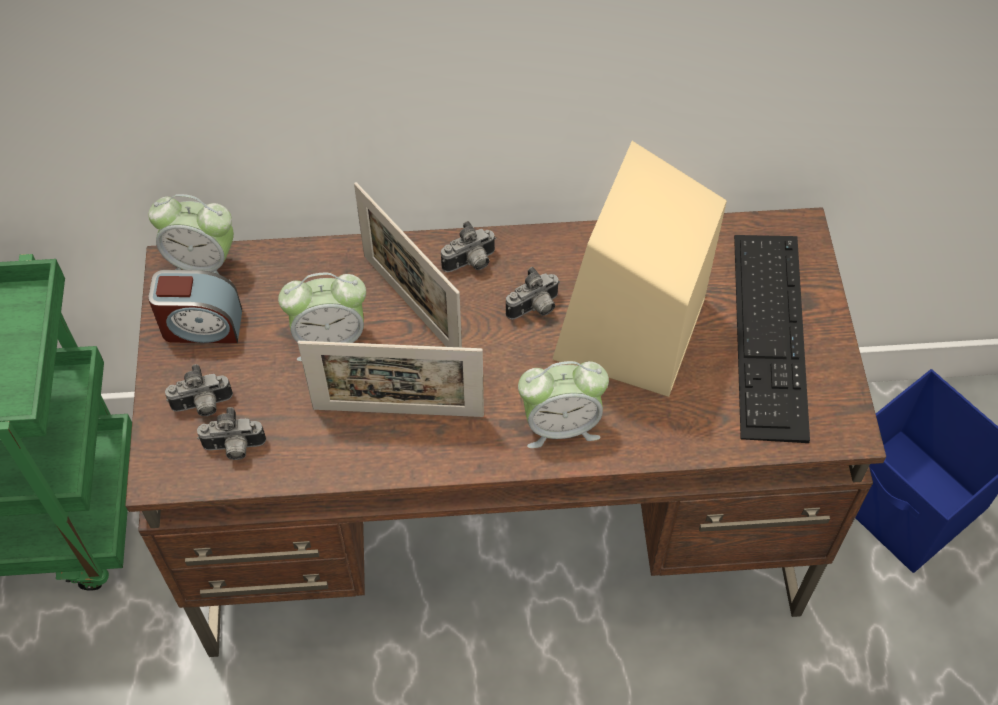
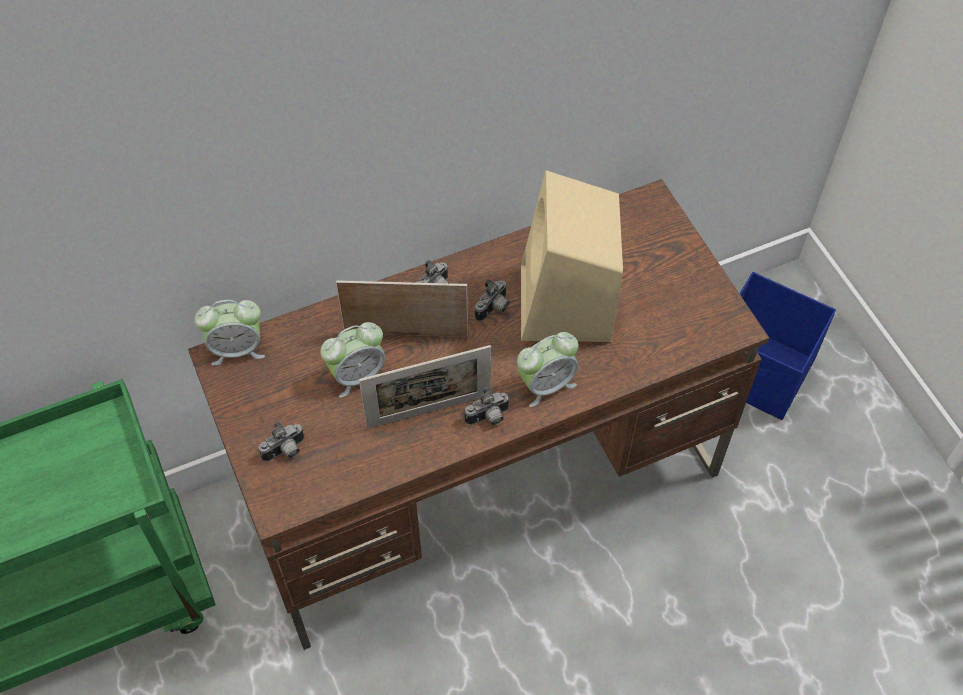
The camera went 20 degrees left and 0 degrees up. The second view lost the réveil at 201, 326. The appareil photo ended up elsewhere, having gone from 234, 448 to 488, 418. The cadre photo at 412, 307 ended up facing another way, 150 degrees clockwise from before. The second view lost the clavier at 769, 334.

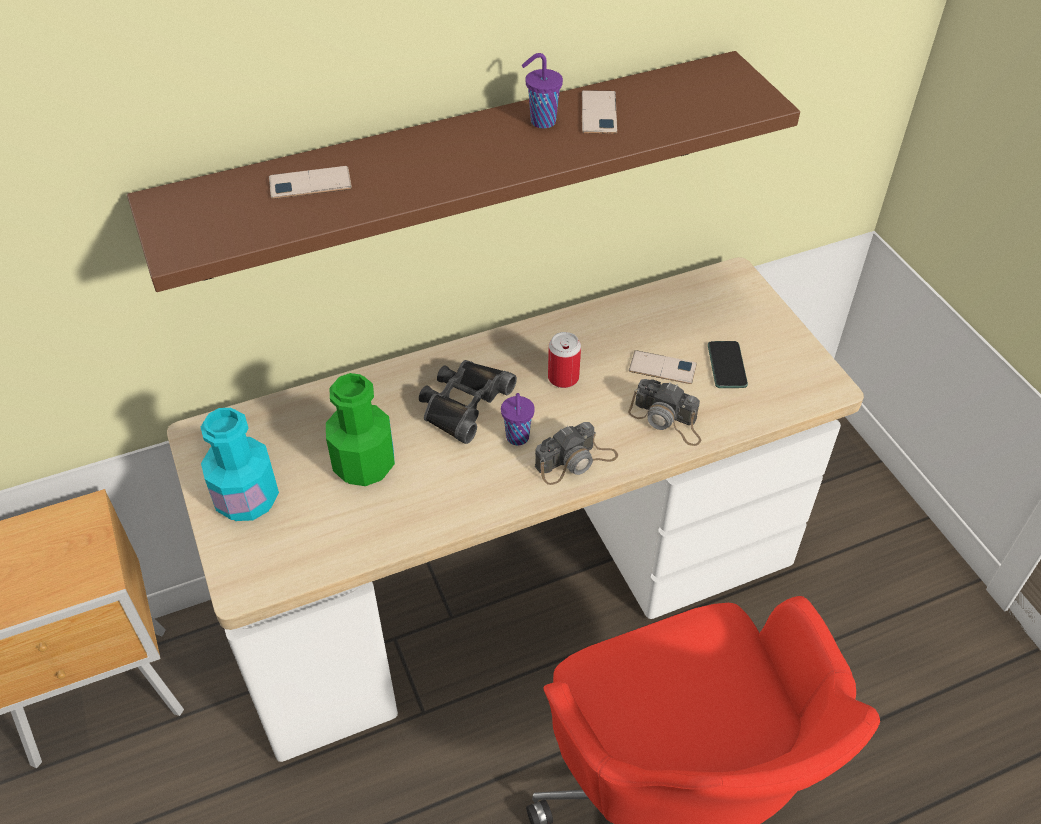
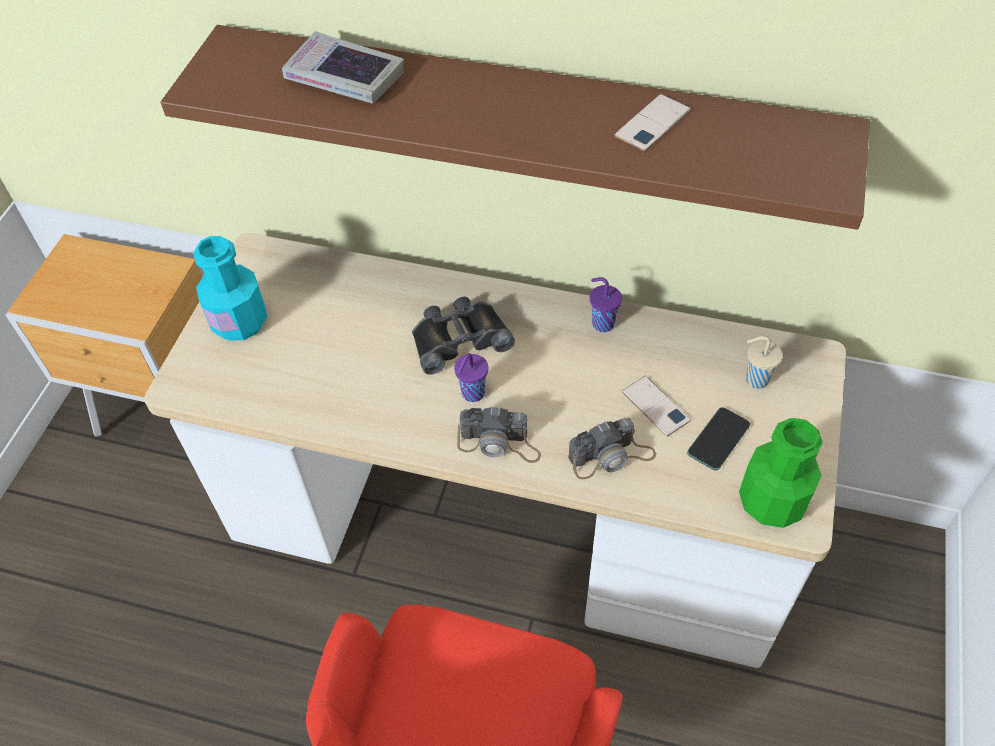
The camera went 40 degrees right and 5 degrees up. Where the téléphone stood at 310, 183, the livre came to stand at 344, 77. The bouteille (vert) ended up elsewhere, having gone from 364, 464 to 772, 501. The tasse (violet) ended up elsewhere, having gone from 541, 121 to 602, 323. The second view lost the boîte métallique at 563, 378. The appareil photo at 667, 420 ended up facing another way, 90 degrees counterclockwise from before. The second view gained the tasse (beige) at 755, 379.

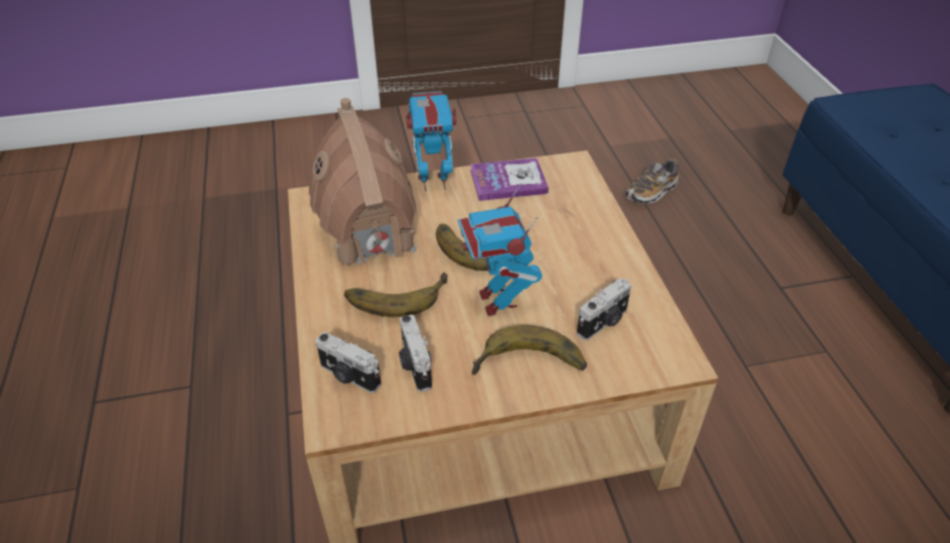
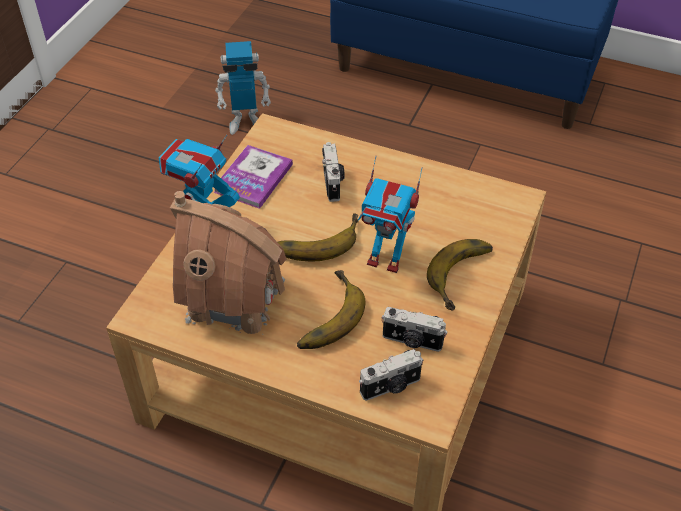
The camera went 55 degrees left and 5 degrees up. The appareil photo ended up elsewhere, having gone from 603, 323 to 333, 183. Where the chaussure stood at 651, 192, the robot jouet came to stand at 245, 121.

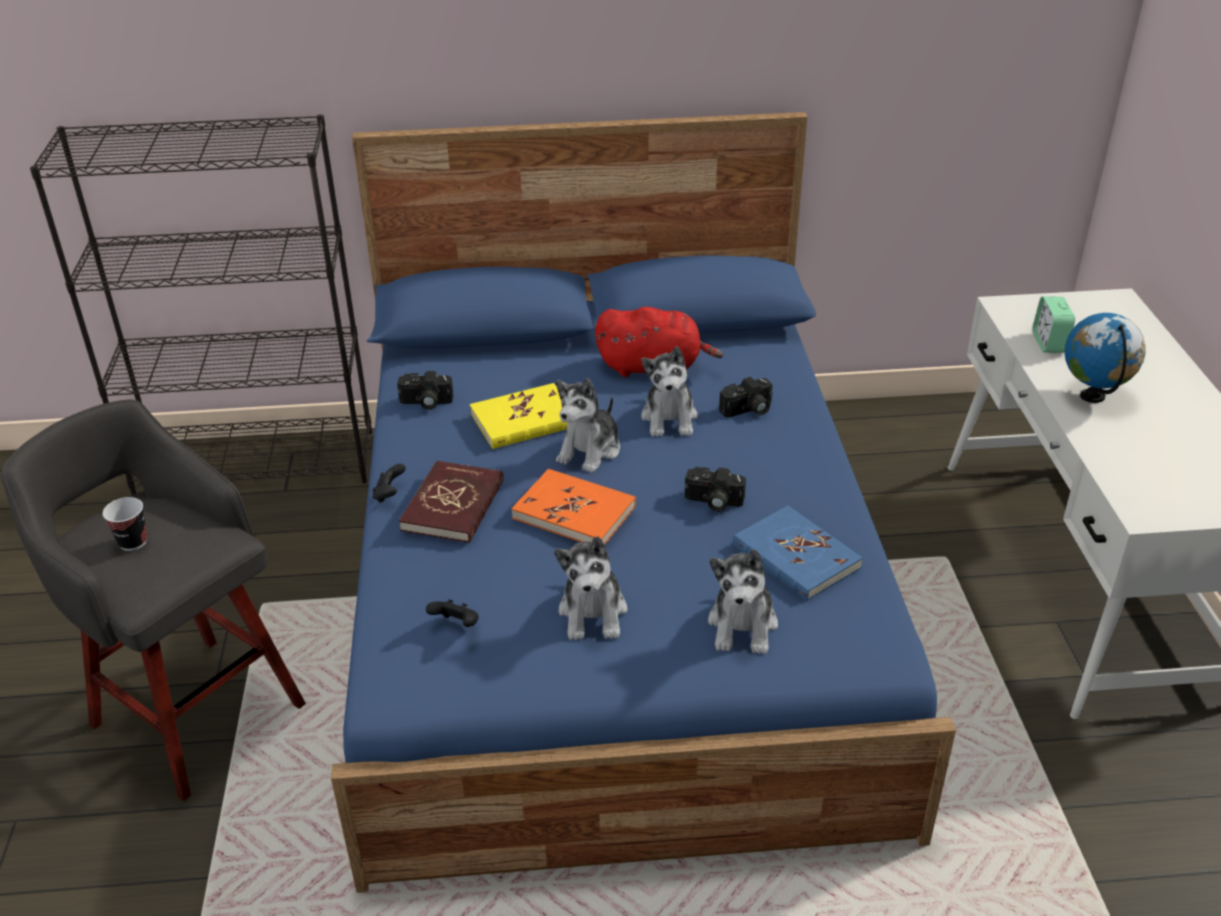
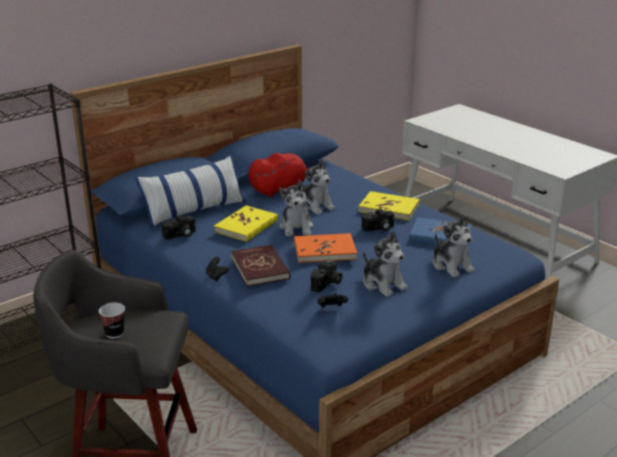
The camera went 35 degrees left and 10 degrees down. The appareil photo ended up elsewhere, having gone from 748, 410 to 327, 284. The second view lost the réveil at 1049, 343. The second view lost the globe at 1092, 397. The second view gained the coussin at 193, 211. The second view gained the livre (jaune) at 389, 208.

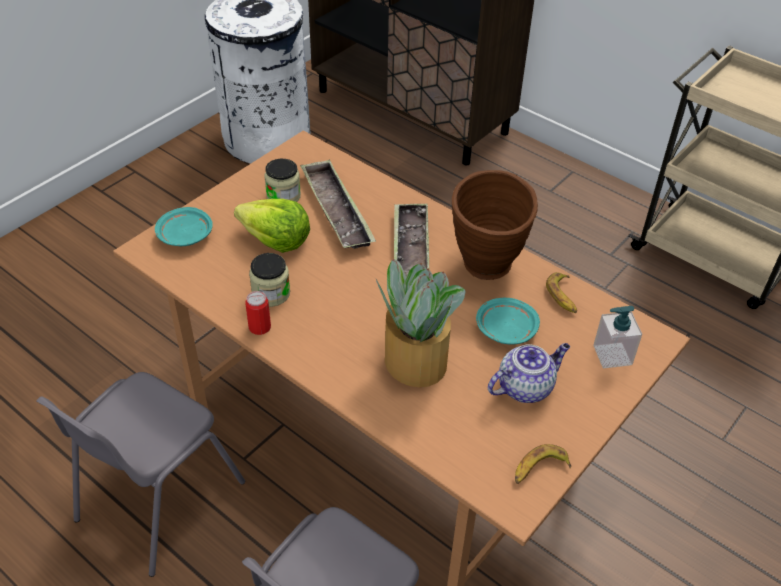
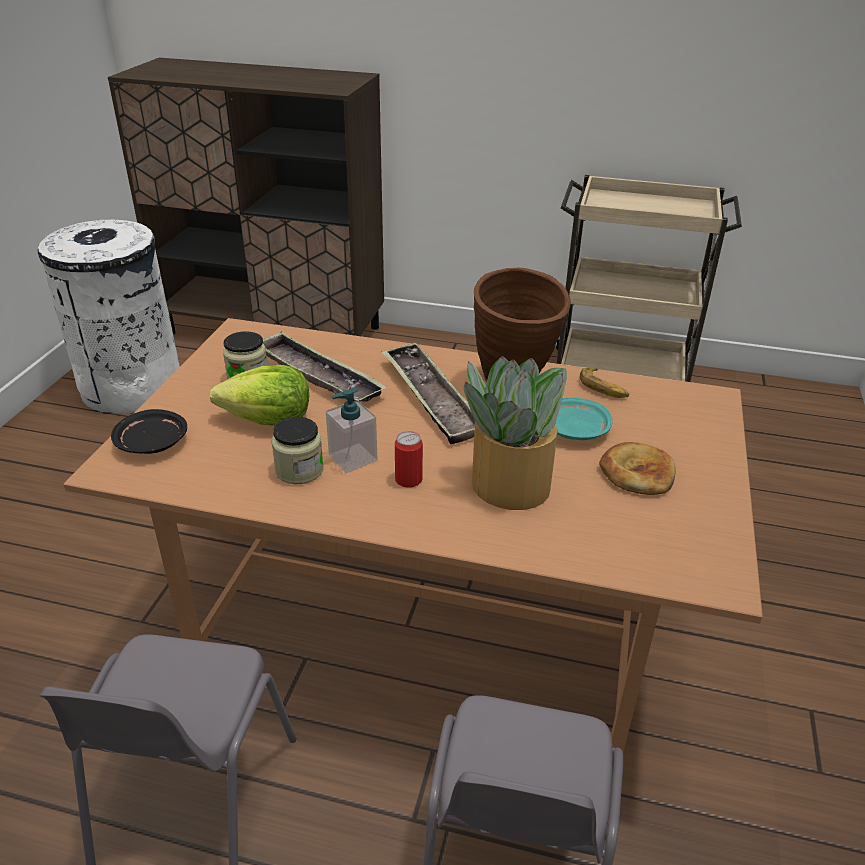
The camera went 25 degrees left and 10 degrees down. What was the assiette (turquoise) at 185, 235 turned into the assiette (noir) at 152, 443. The boîte métallique ended up elsewhere, having gone from 259, 327 to 408, 480. Where the théière stood at 525, 387, the pain came to stand at 637, 473. The second view lost the banane at 539, 469. The distributeur de savon ended up elsewhere, having gone from 612, 355 to 352, 458.

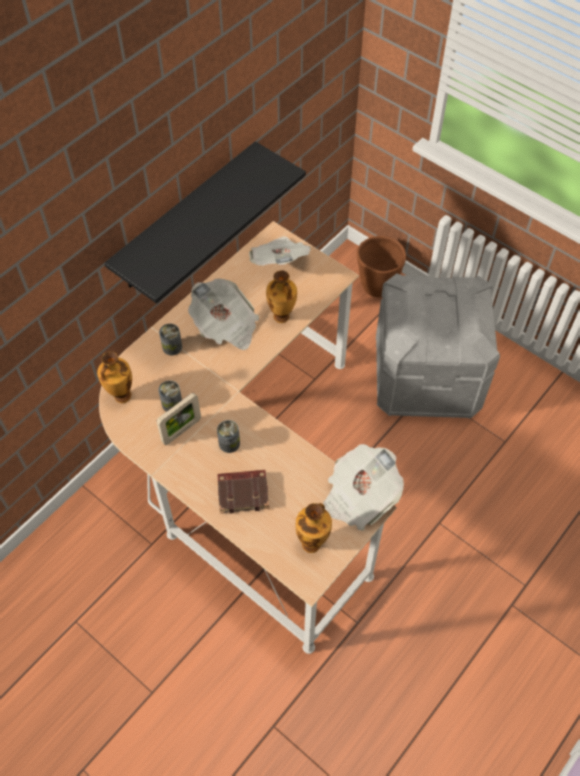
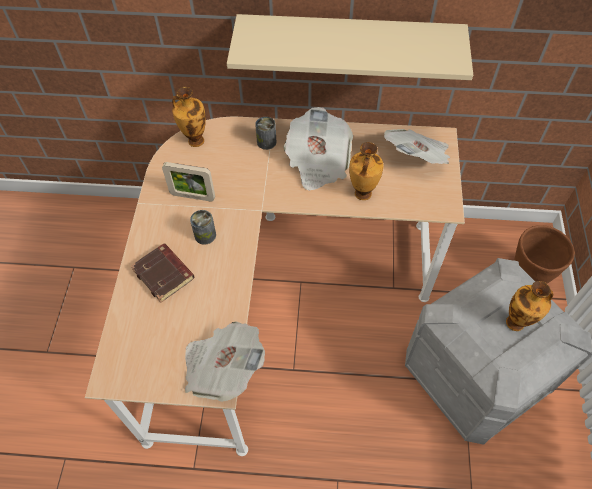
The camera went 55 degrees right and 0 degrees up. What was the étagère (noir) at 186, 218 turned into the étagère (beige) at 349, 43. The second view lost the boîte métallique at 172, 404. The vase ended up elsewhere, having gone from 312, 543 to 516, 323.

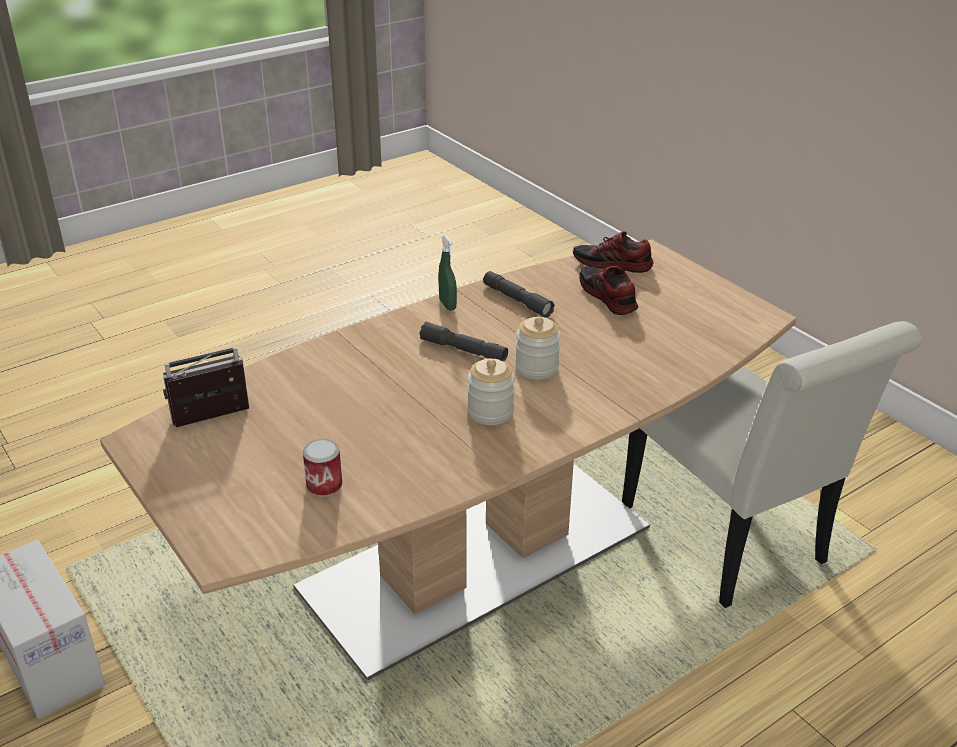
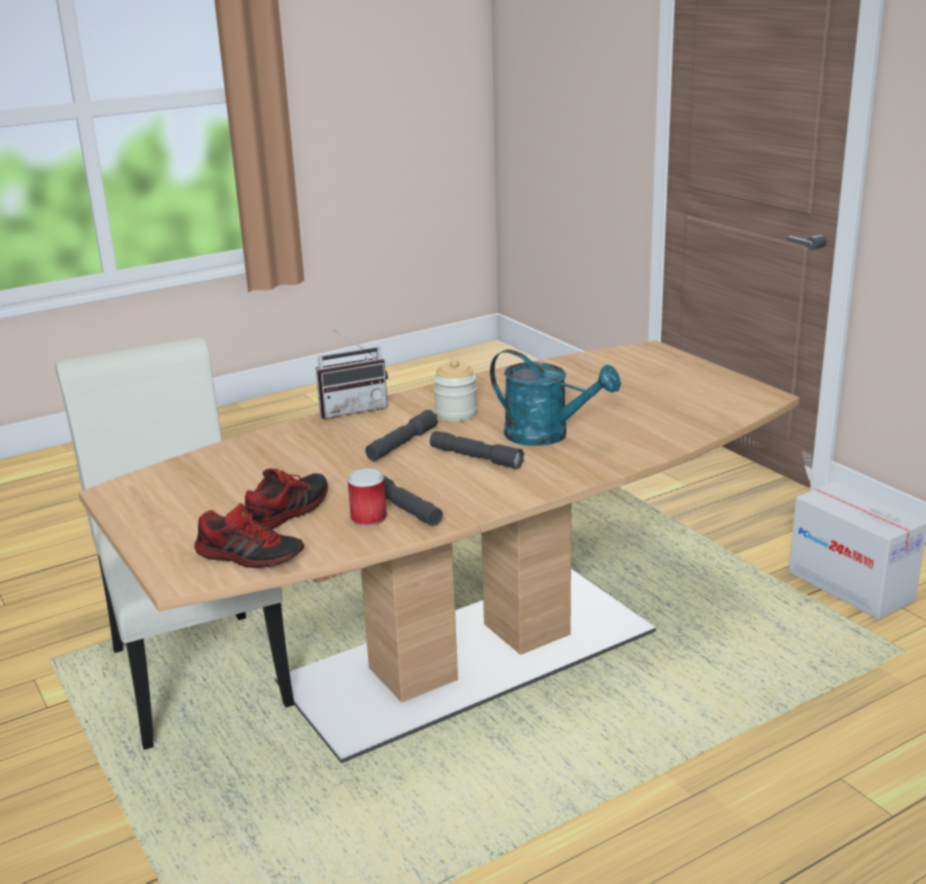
The camera went 175 degrees left and 10 degrees down. The radio ended up elsewhere, having gone from 212, 420 to 352, 409. The boîte métallique ended up elsewhere, having gone from 324, 486 to 368, 518. The second view lost the vaporisateur (vert) at 447, 305. Where the bocal stood at 536, 368, the lampe de poche (gris) came to stand at 402, 444. The chaussure at 606, 297 ended up facing another way, 120 degrees counterclockwise from before. The second view gained the arrosoir (turquoise) at 547, 436.

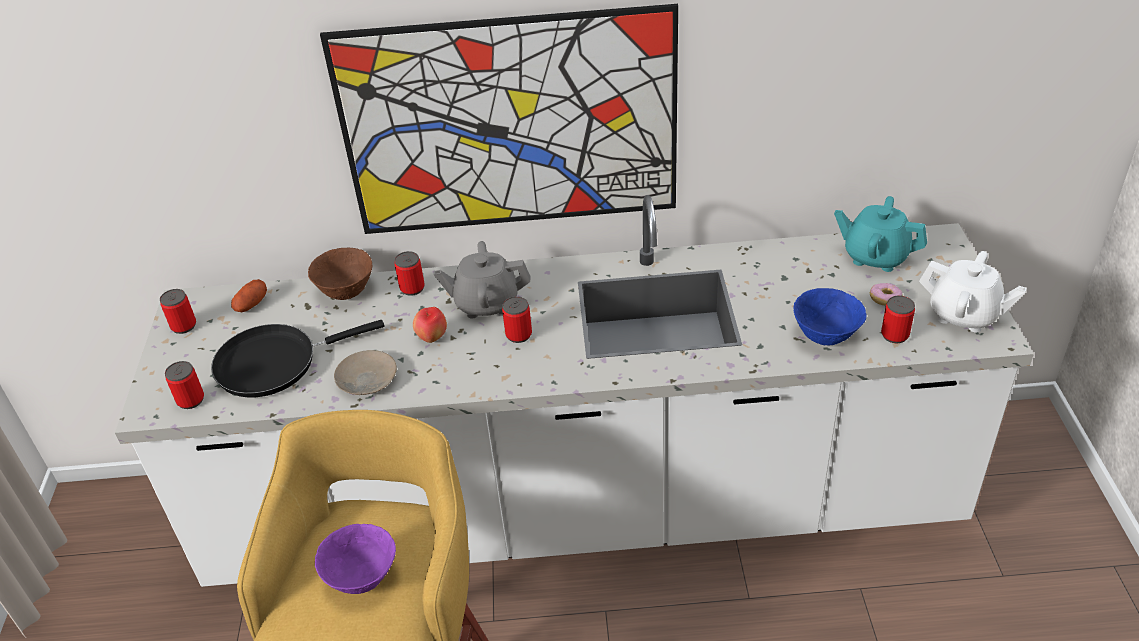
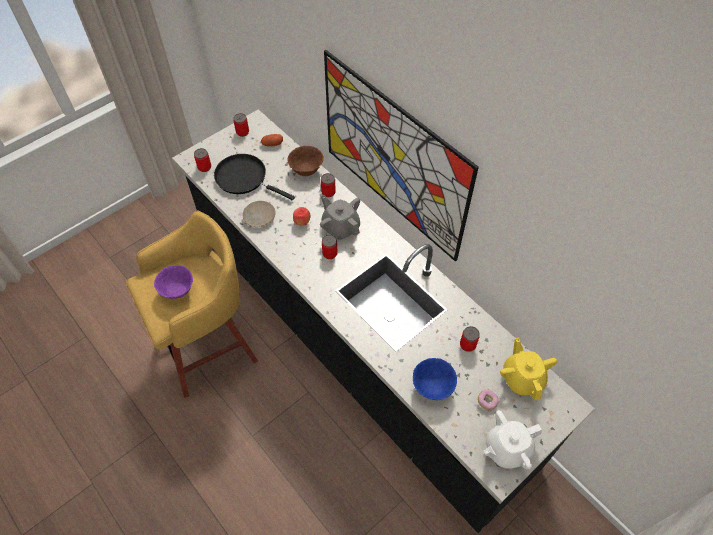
The camera went 50 degrees right and 15 degrees up. What was the comptoir de cuisine (blanc) at 583, 510 turned into the comptoir de cuisine (noir) at 356, 346. What was the théière (turquoise) at 875, 256 turned into the théière (jaune) at 522, 378. The boîte métallique ended up elsewhere, having gone from 894, 335 to 467, 345. The théière (blanc) at 963, 315 ended up facing another way, 75 degrees clockwise from before.

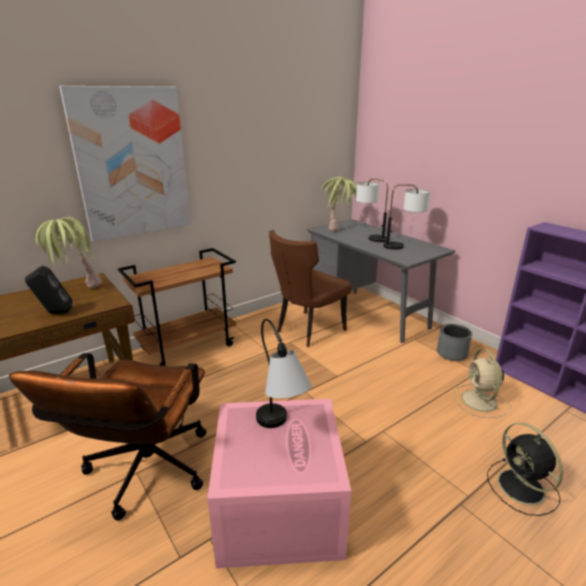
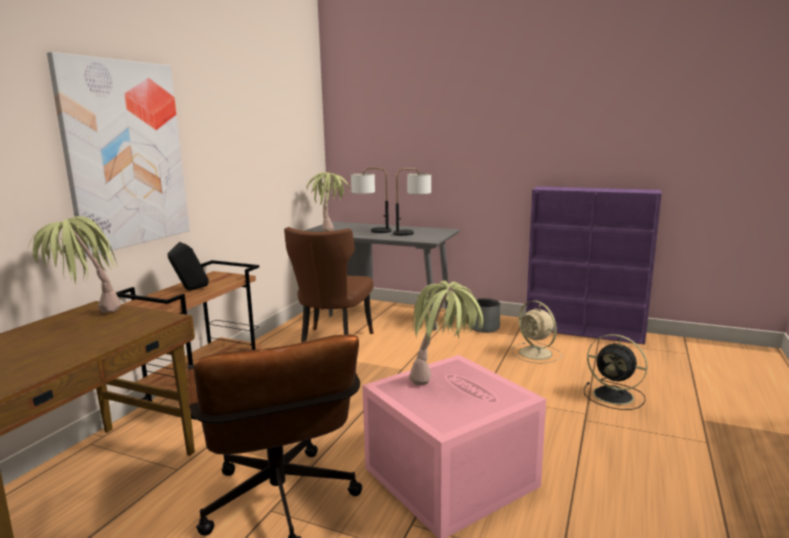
The camera went 30 degrees left and 10 degrees down. The enceinte (noir) ended up elsewhere, having gone from 54, 313 to 190, 290. Where the lampe de table stood at 280, 430, the plante en pot came to stand at 445, 384.

